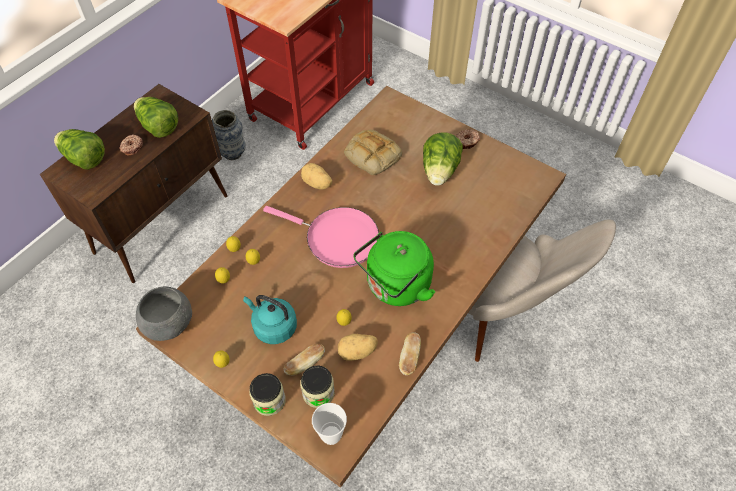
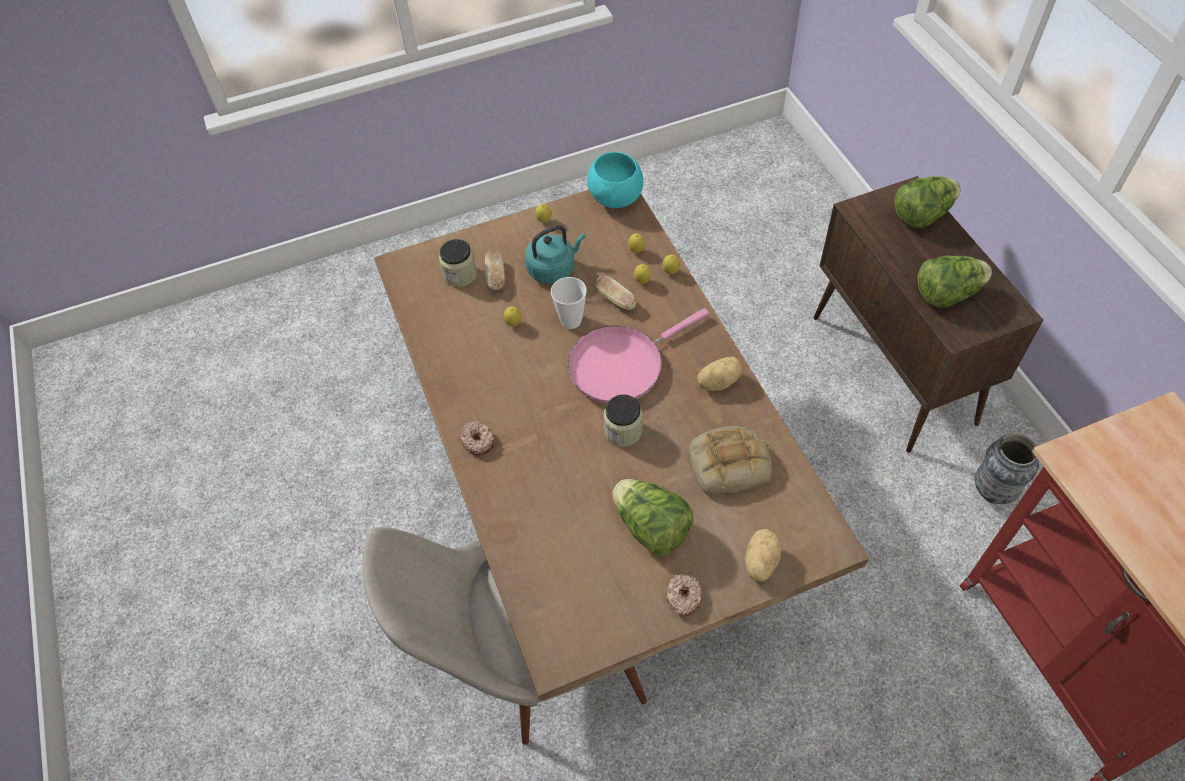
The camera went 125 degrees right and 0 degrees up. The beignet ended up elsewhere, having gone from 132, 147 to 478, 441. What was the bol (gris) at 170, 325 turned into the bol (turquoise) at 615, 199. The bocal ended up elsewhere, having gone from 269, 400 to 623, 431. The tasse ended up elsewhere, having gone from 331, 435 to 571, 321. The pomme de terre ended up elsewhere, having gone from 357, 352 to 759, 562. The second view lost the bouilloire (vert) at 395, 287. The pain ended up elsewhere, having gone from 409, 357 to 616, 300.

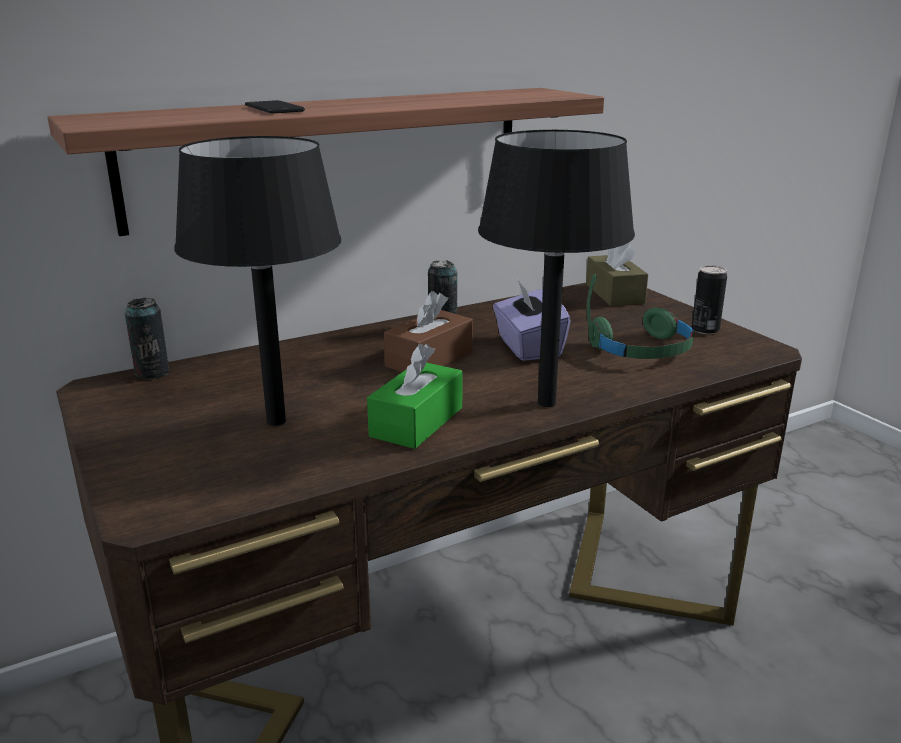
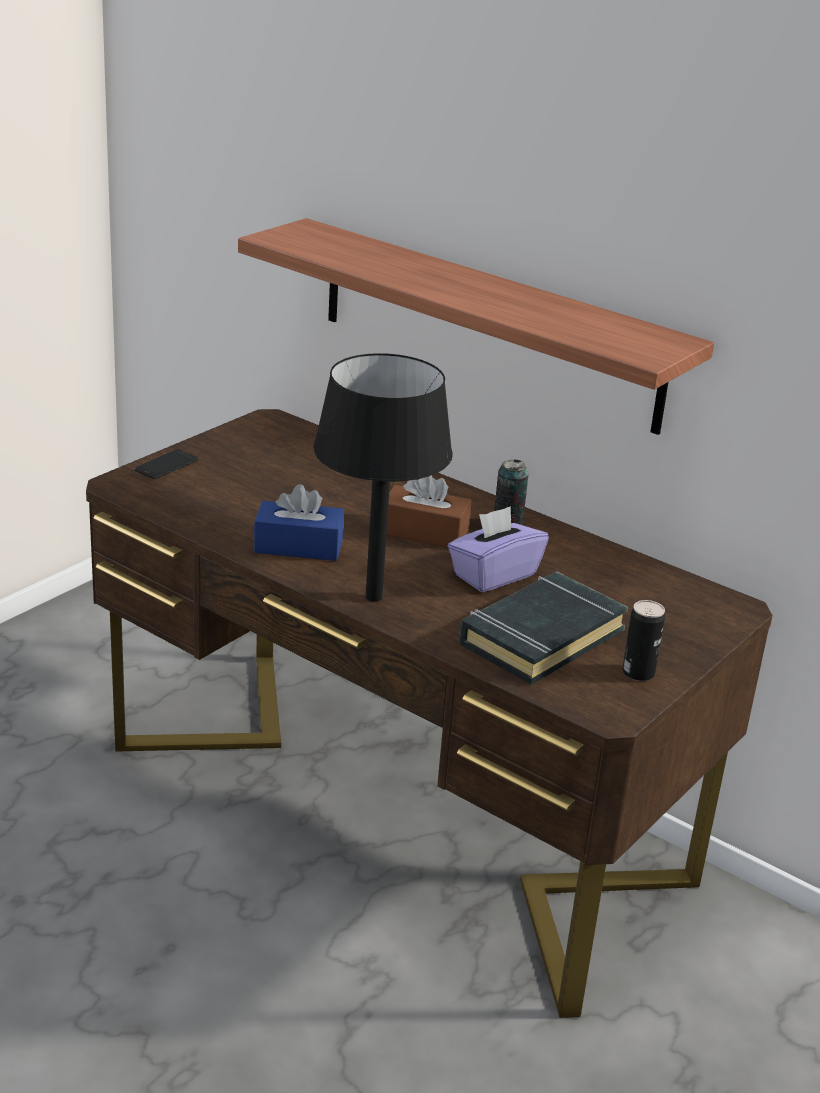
The camera went 65 degrees right and 5 degrees up. The second view lost the boîte métallique at 152, 373. The second view lost the lampe de table (noir) at 277, 421. The téléphone ended up elsewhere, having gone from 274, 108 to 166, 465. What was the boîte à mouchoirs (vert) at 417, 422 turned into the boîte à mouchoirs (bleu) at 298, 546. The second view lost the boîte à mouchoirs (marron) at 614, 293. Where the casque audio (vert) stood at 642, 350, the livre (noir) came to stand at 541, 636.

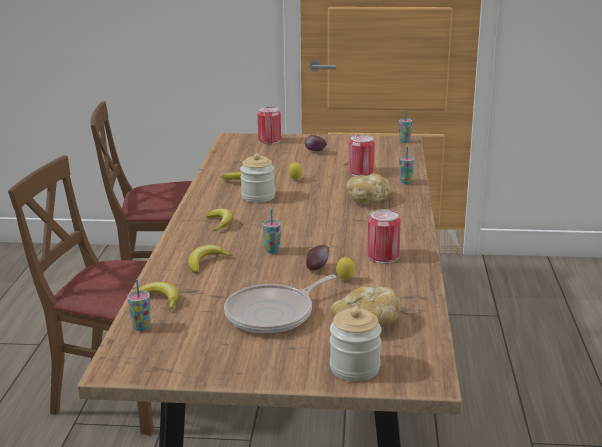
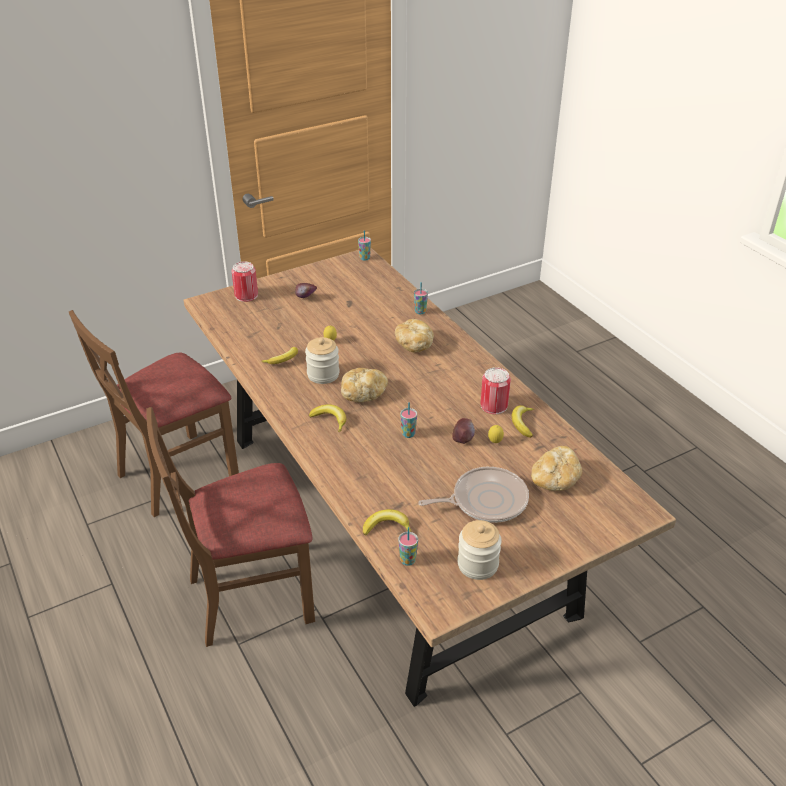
The camera went 35 degrees left and 15 degrees up. The banane ended up elsewhere, having gone from 206, 262 to 522, 423. The poêle at 273, 314 ended up facing another way, 120 degrees counterclockwise from before. The bocal ended up elsewhere, having gone from 354, 368 to 477, 564. The second view lost the boîte métallique at 361, 172. The second view gained the pain at 363, 394.

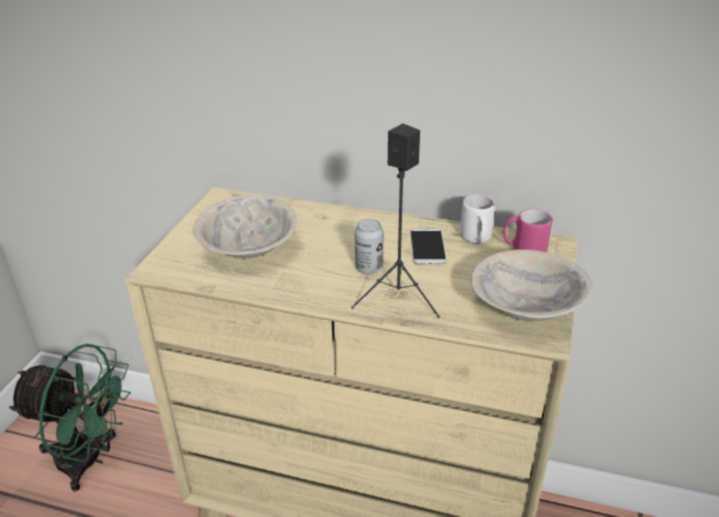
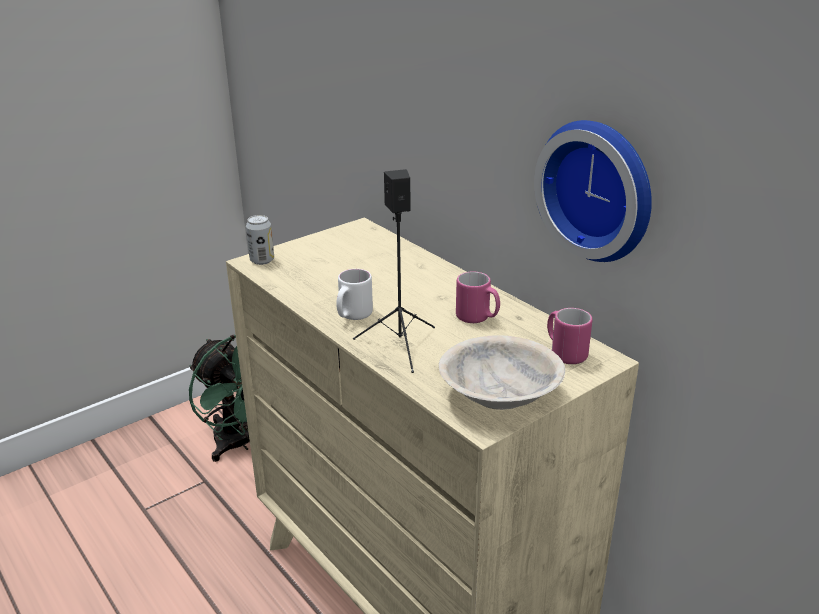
The camera went 35 degrees right and 5 degrees down. The second view lost the bol (beige) at 249, 247. The boîte métallique ended up elsewhere, having gone from 369, 268 to 262, 260. Where the téléphone stood at 427, 247, the mug (rose) came to stand at 478, 318. The mug (blanc) ended up elsewhere, having gone from 476, 239 to 352, 316. The second view gained the horloge murale at 599, 189.

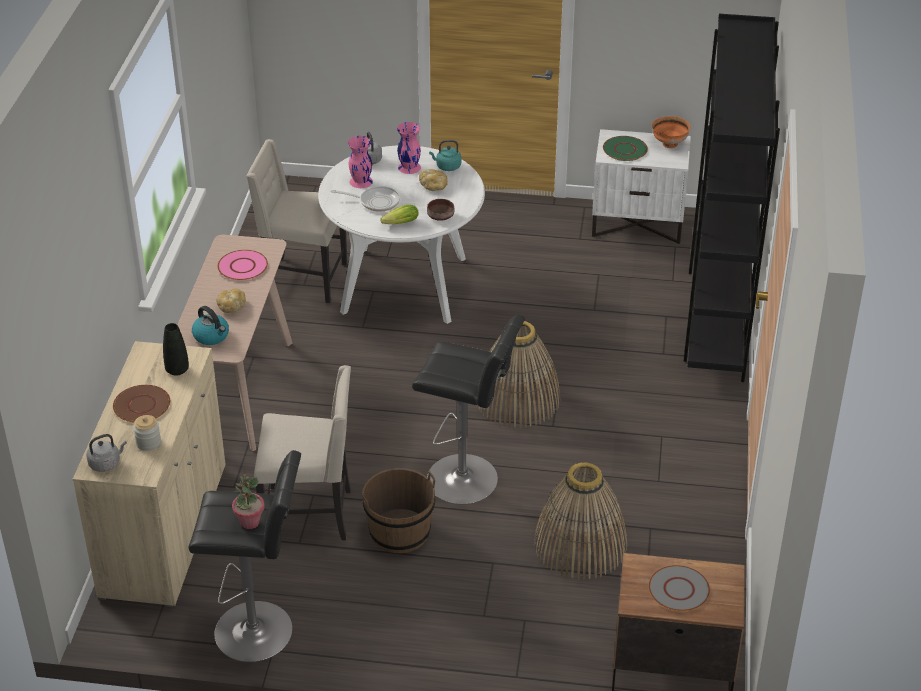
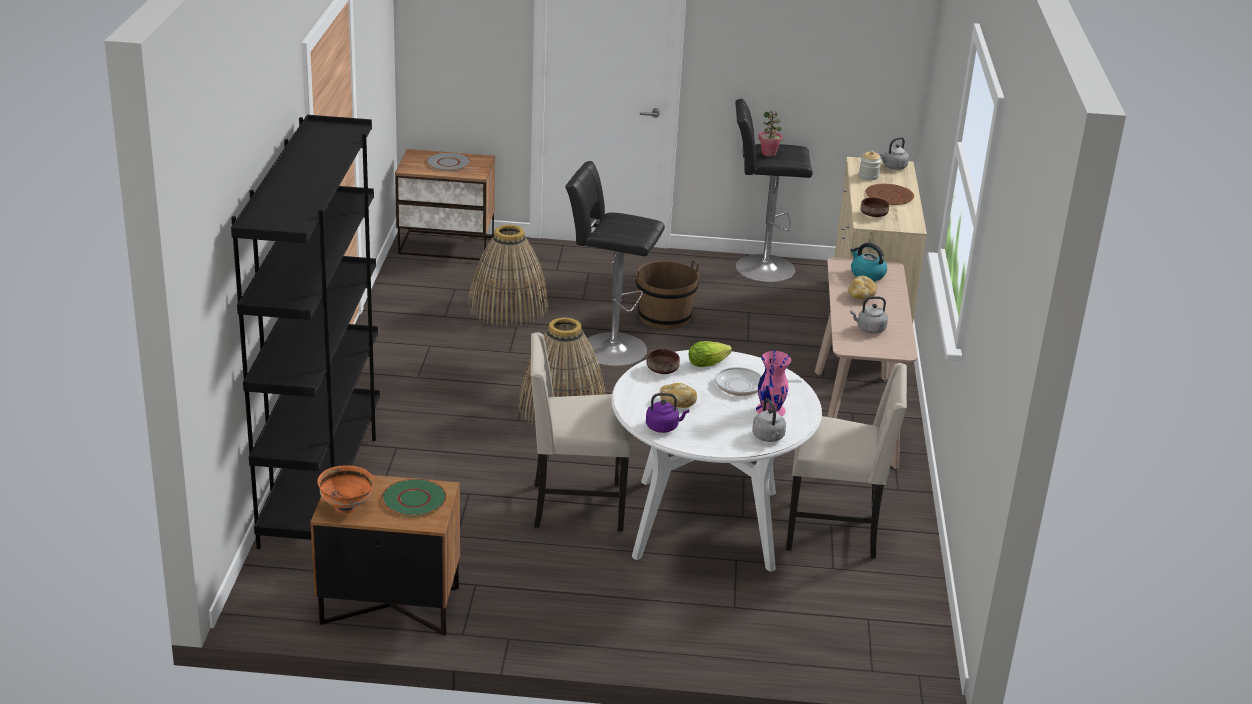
The camera went 175 degrees right and 10 degrees down. Where the vase (noir) stood at 177, 370, the bol (marron) came to stand at 874, 214. Where the assiette (rose) stood at 243, 266, the bouilloire (gris) came to stand at 869, 329. The chaise (beige) ended up elsewhere, having gone from 310, 514 to 575, 506. The second view lost the vase (rose) at 409, 167. What was the bouilloire (turquoise) at 447, 167 turned into the bouilloire (violet) at 663, 427. What was the table de chevet (blanc) at 637, 224 turned into the table de chevet (marron) at 389, 606.

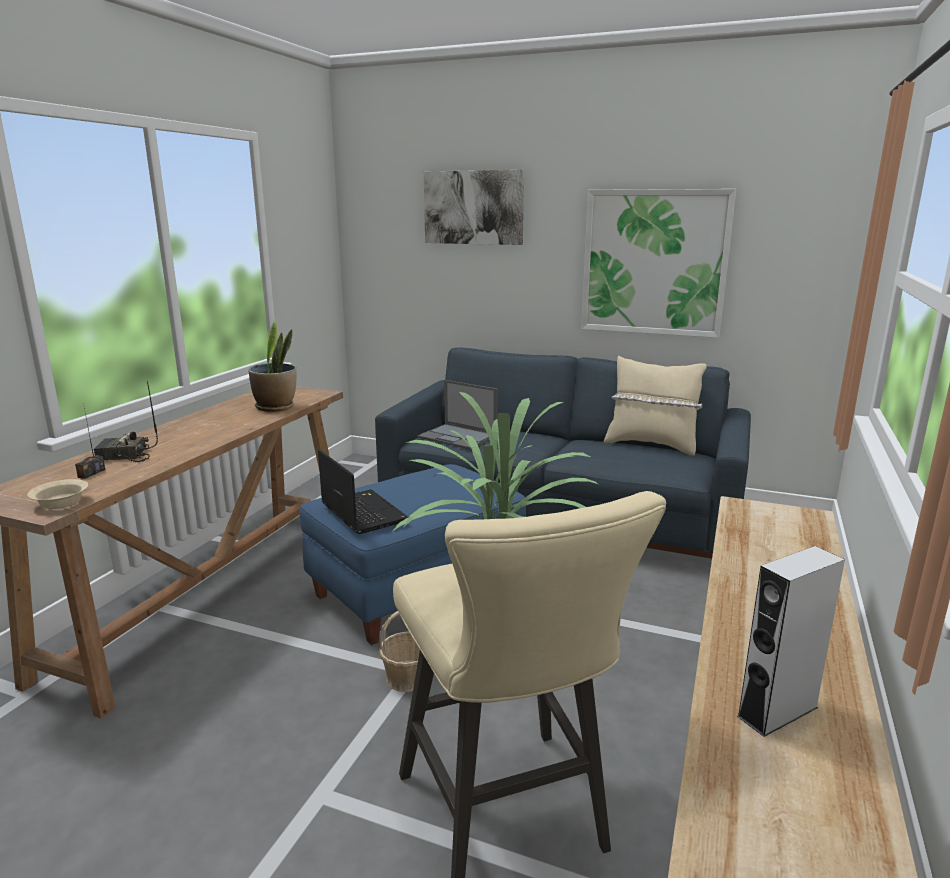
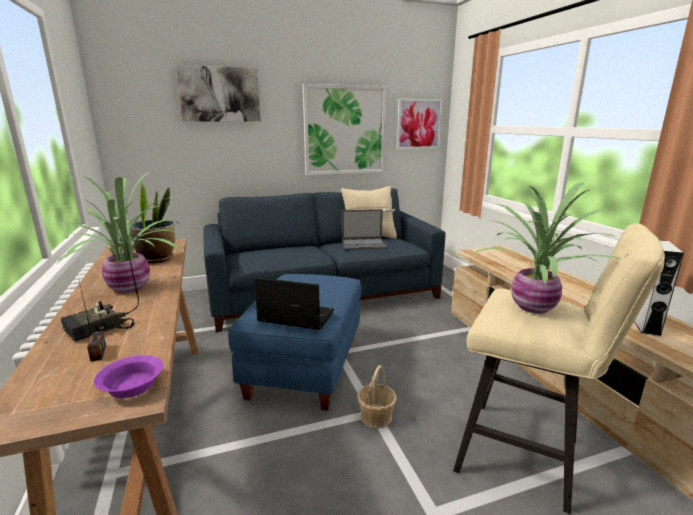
The camera went 40 degrees left and 0 degrees up. What was the bol (beige) at 59, 503 turned into the bol (violet) at 131, 388. The ordinateur portable ended up elsewhere, having gone from 458, 437 to 364, 244. The second view gained the plante en pot at 130, 289. The second view gained the tableau at 418, 124.

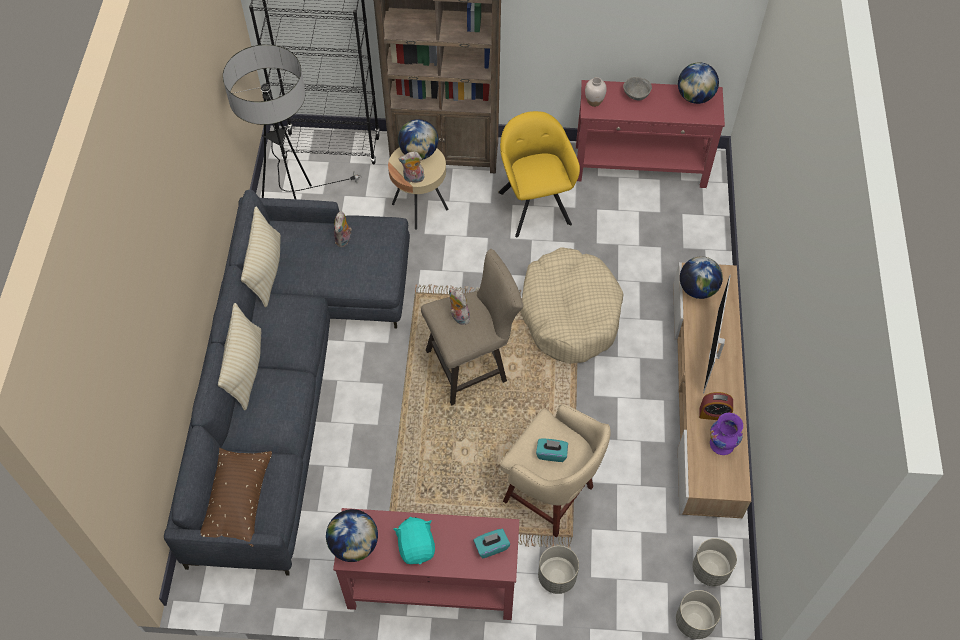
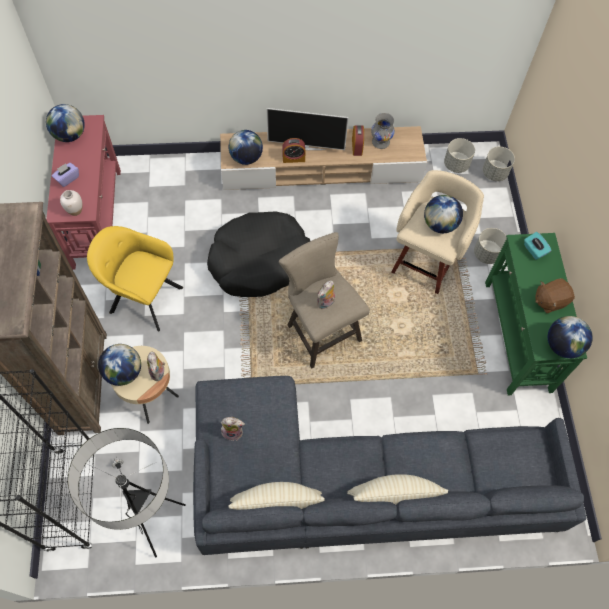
The camera went 100 degrees left and 5 degrees up. The second view lost the coussin (marron) at 238, 501. What was the table console (rouge) at 431, 585 turned into the table console (vert) at 517, 336. What was the peluche (turquoise) at 416, 546 turned into the peluche (marron) at 550, 300. The fauteuil (jaune) at 534, 204 ended up facing another way, 45 degrees clockwise from before. What was the panier pour chien (beige) at 569, 313 turned into the panier pour chien (noir) at 259, 261. Where the boîte à mouchoirs (turquoise) stood at 551, 454, the globe came to stand at 440, 224. Where the bol (gris) stood at 635, 95, the boîte à mouchoirs (violet) came to stand at 67, 178. What was the vase (violet) at 722, 444 turned into the vase (gris) at 381, 142. The second view gained the réveil at 293, 158.

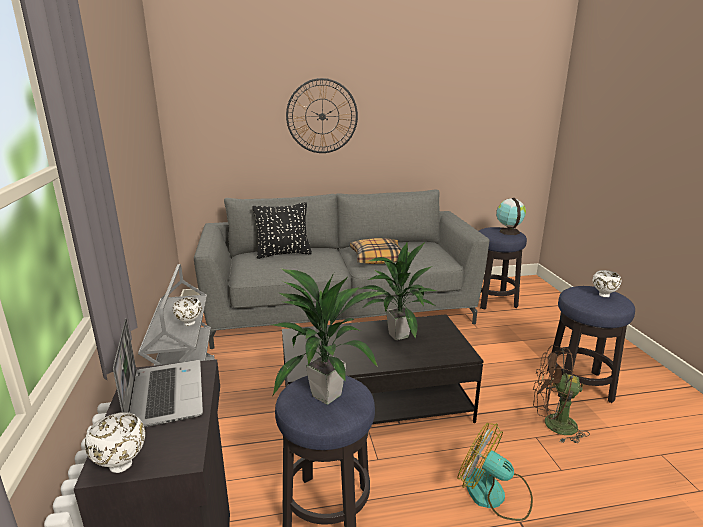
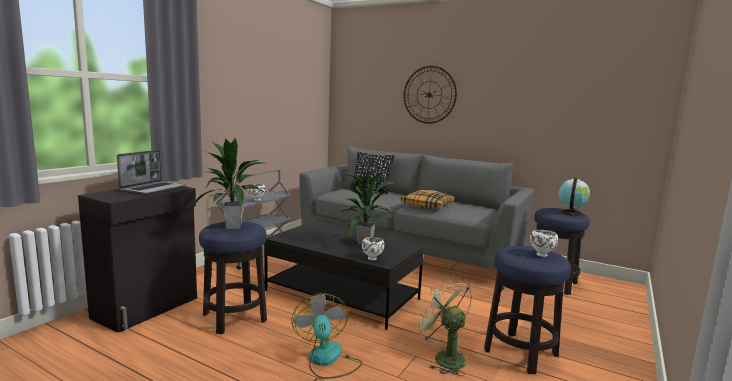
The camera went 40 degrees right and 10 degrees down. The bol (blanc) ended up elsewhere, having gone from 122, 464 to 372, 258. What was the ventilateur (marron) at 552, 425 turned into the ventilateur (vert) at 443, 357.

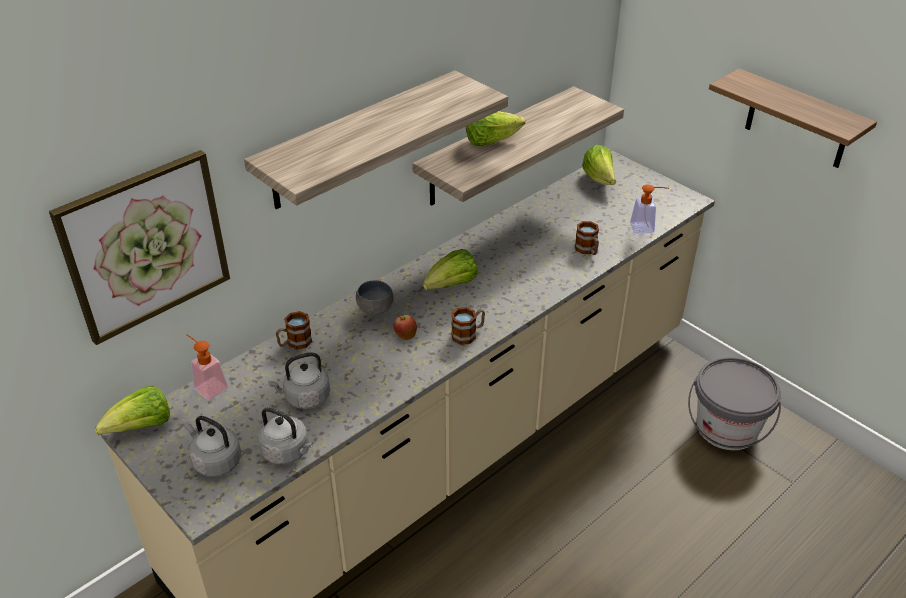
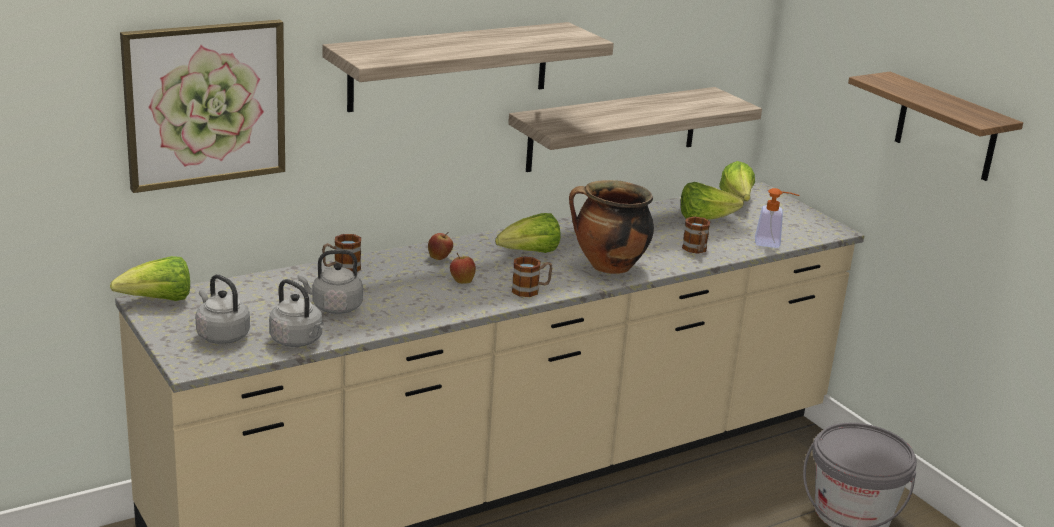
The camera went 10 degrees right and 15 degrees down. The second view lost the distributeur de savon at 208, 386. Where the bol (gris) stood at 376, 309, the pomme came to stand at 440, 257. The laitue ended up elsewhere, having gone from 490, 141 to 704, 219. The second view gained the marmite at 608, 267.

